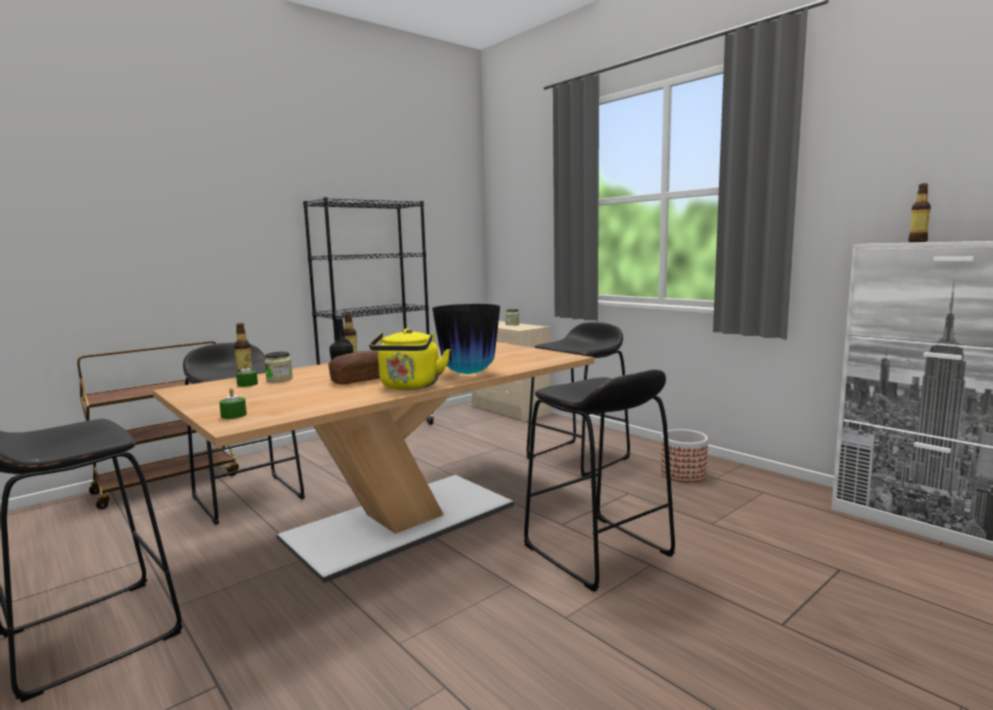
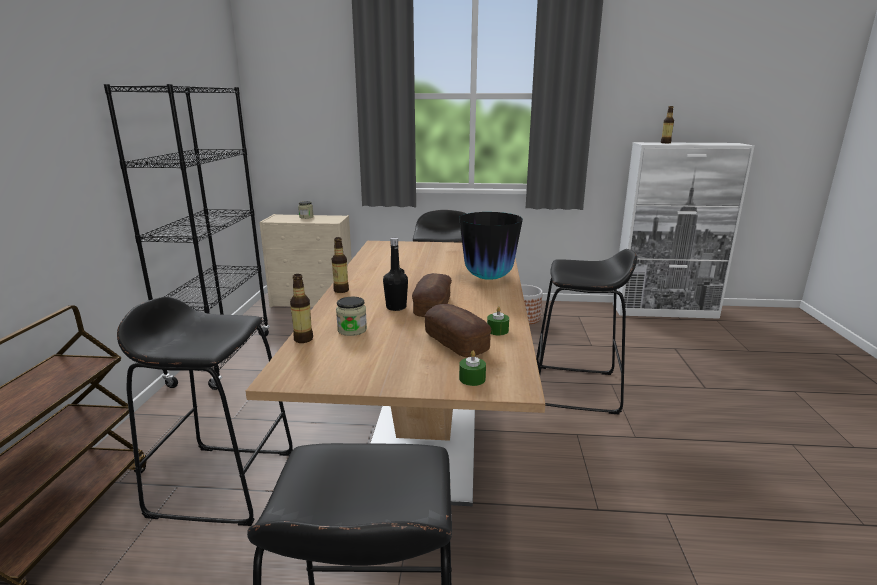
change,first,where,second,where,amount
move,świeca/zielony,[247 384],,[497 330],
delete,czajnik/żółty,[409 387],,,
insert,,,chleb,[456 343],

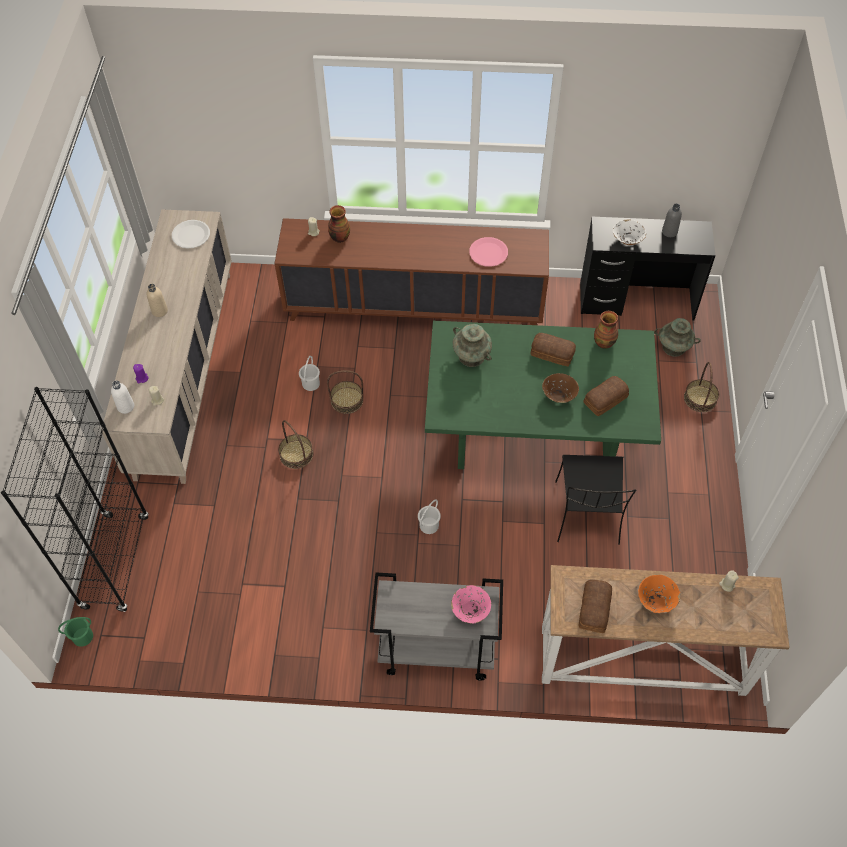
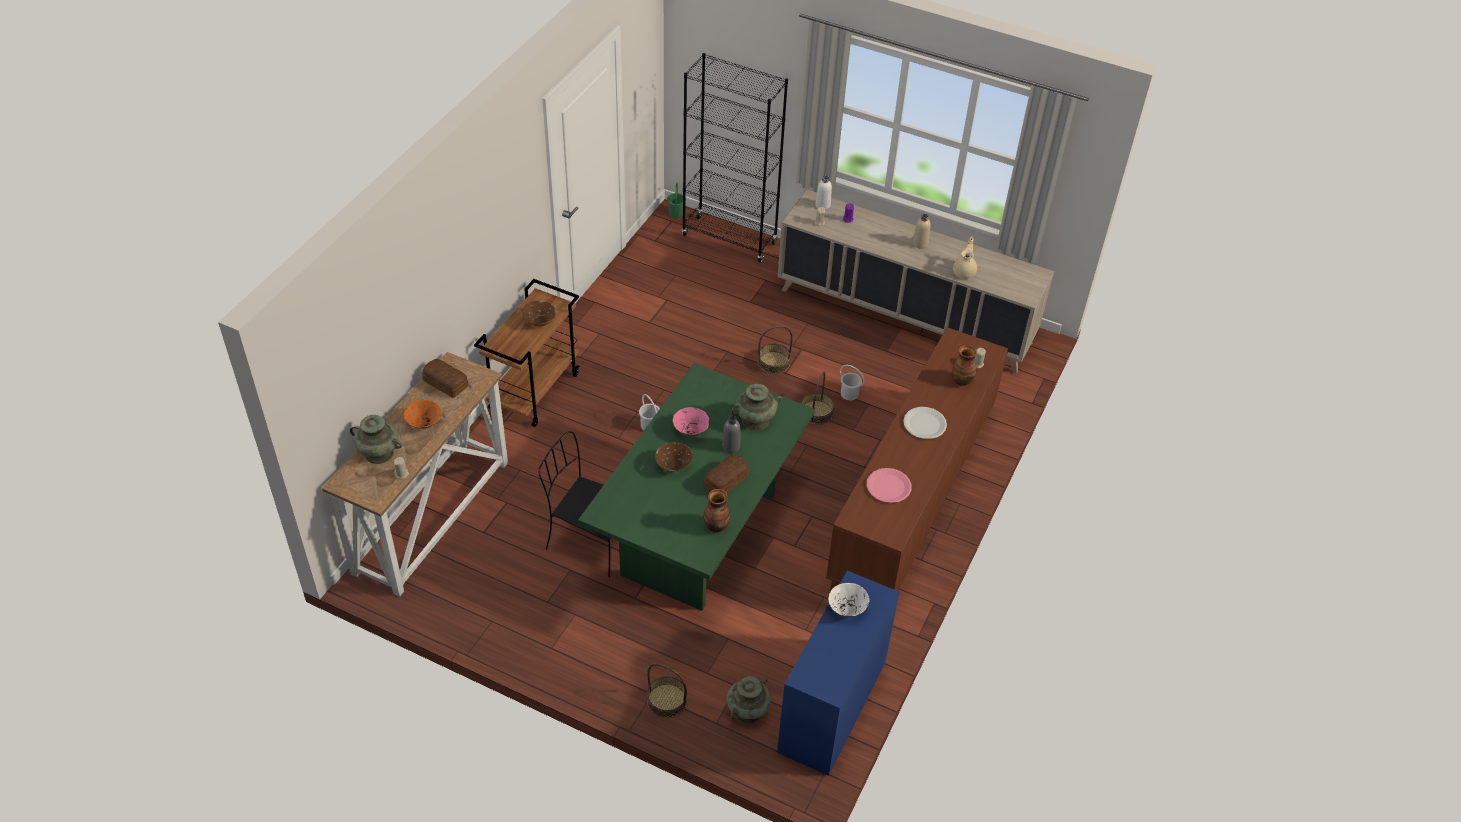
change,first,where,second,where,amount
move,talerz/biały,[191 235],,[924 424],
recolor,wózek/szary,[435 650],wózek/brązowy,[534 391],
move,miska/różowy,[470 610],,[691 430],
recolor,biurko/czarny,[636 300],biurko/niebieski,[833 706],
delete,chleb,[604 399],,,
move,butelka/szary,[669 232],,[731 446],
insert,,,wazon/turkusowy,[379 453],
insert,,,miska/brązowy,[539 321],
insert,,,imbryk/beżowy,[964 271],

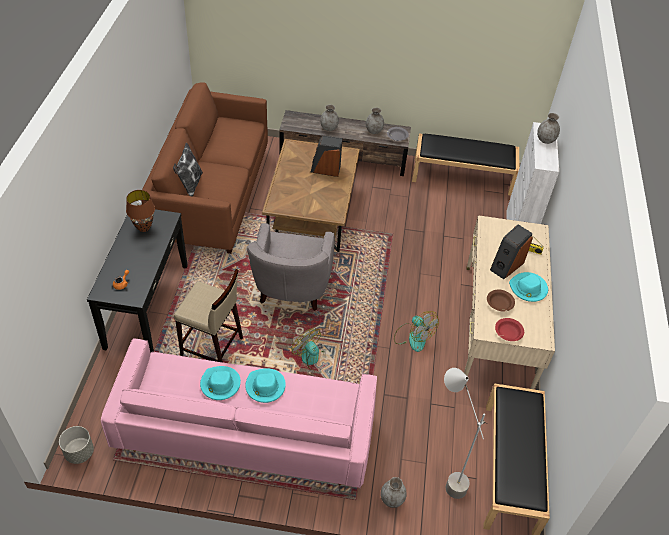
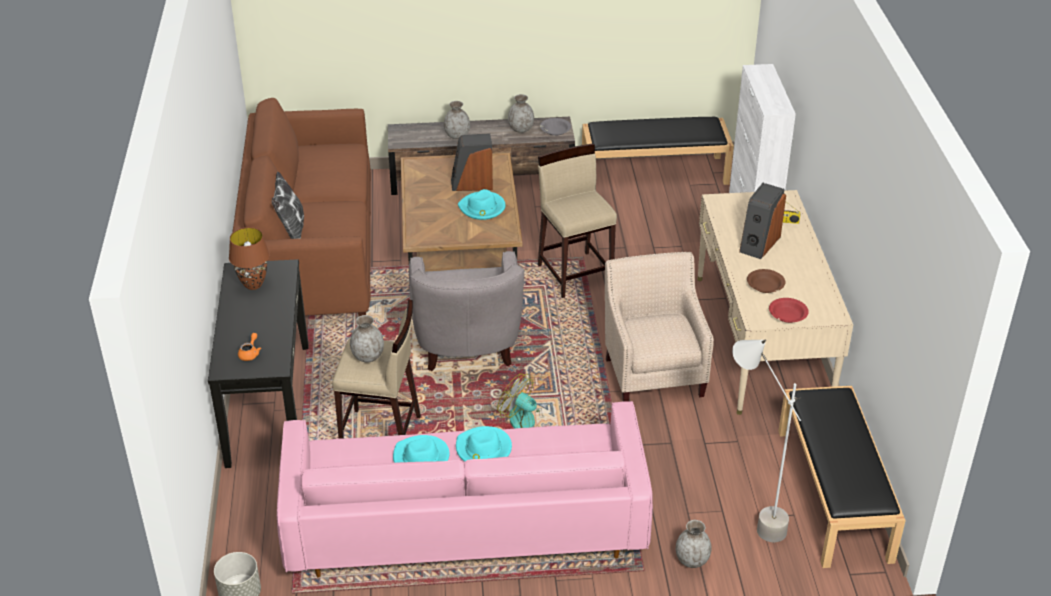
change,first,where,second,where,amount
replace,wentylator,[413 337],fotel/beżowy,[654 372],
move,kapelusz/turkusowy,[528 288],,[482 208],
move,wazon/szary,[545 140],,[368 357],
insert,,,stołek/beżowy,[575 274],

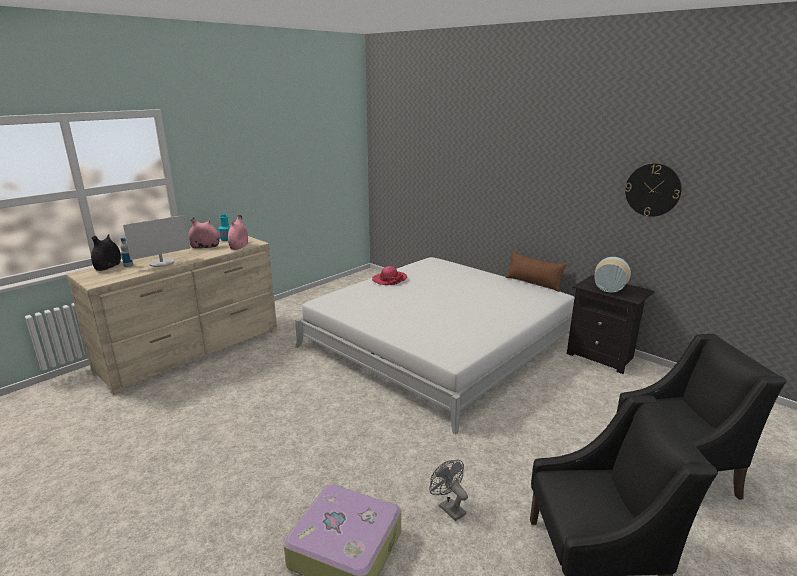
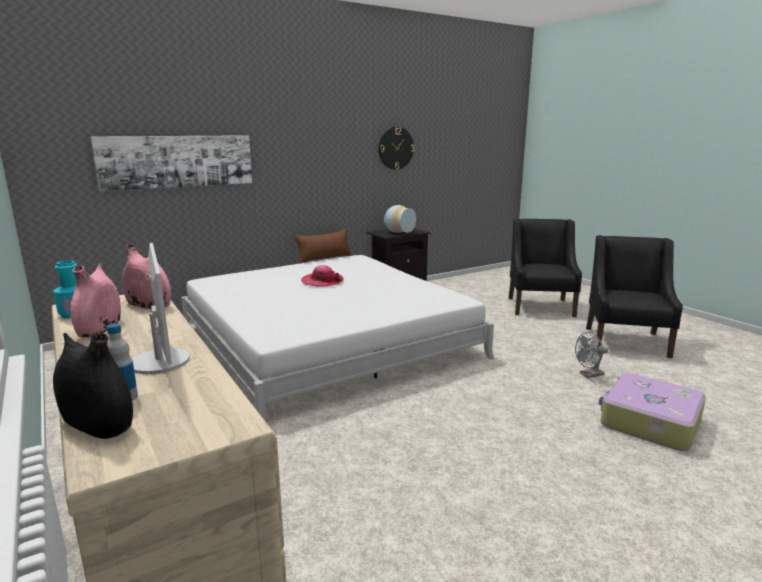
change,first,where,second,where,amount
move,kapelusz,[389 279],,[322 281],
insert,,,obraz,[177 161],

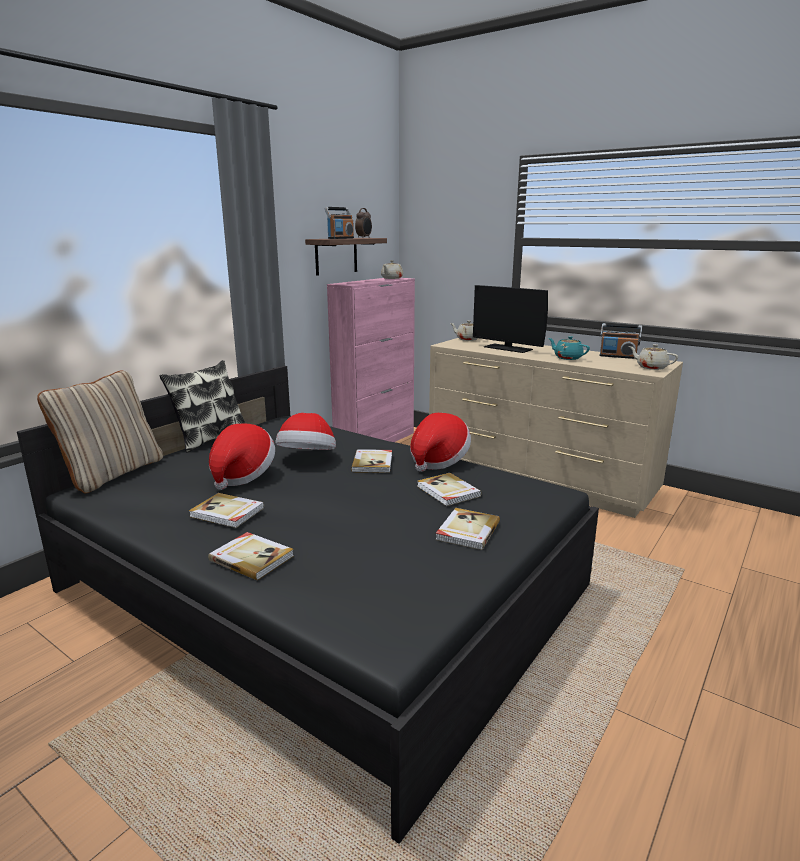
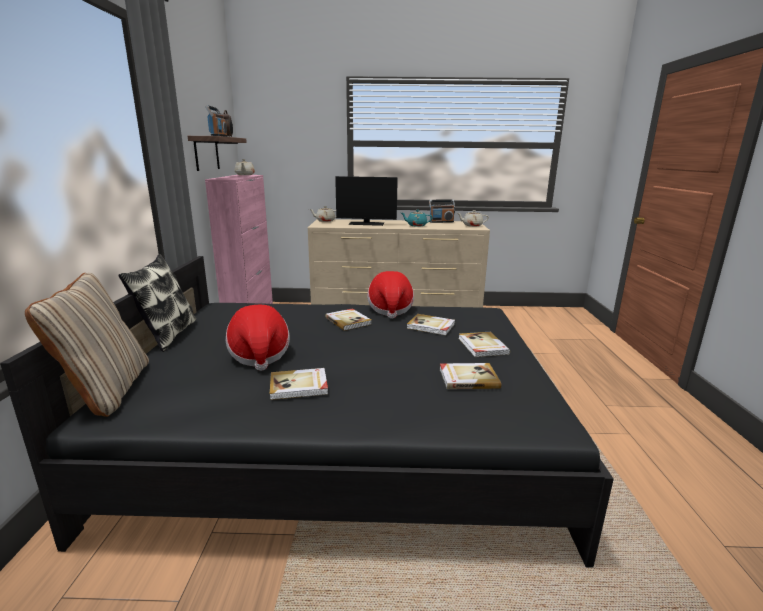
change,first,where,second,where,amount
move,książka,[252 557],,[468 378],
delete,kapelusz,[308 458],,,

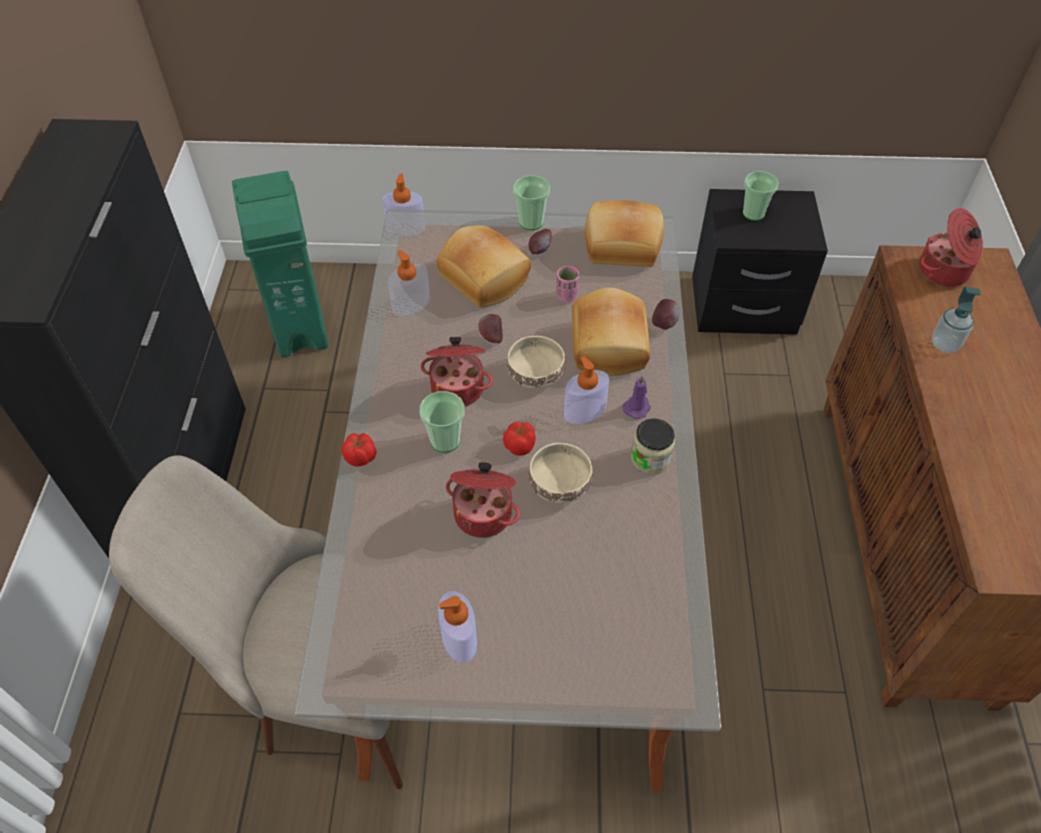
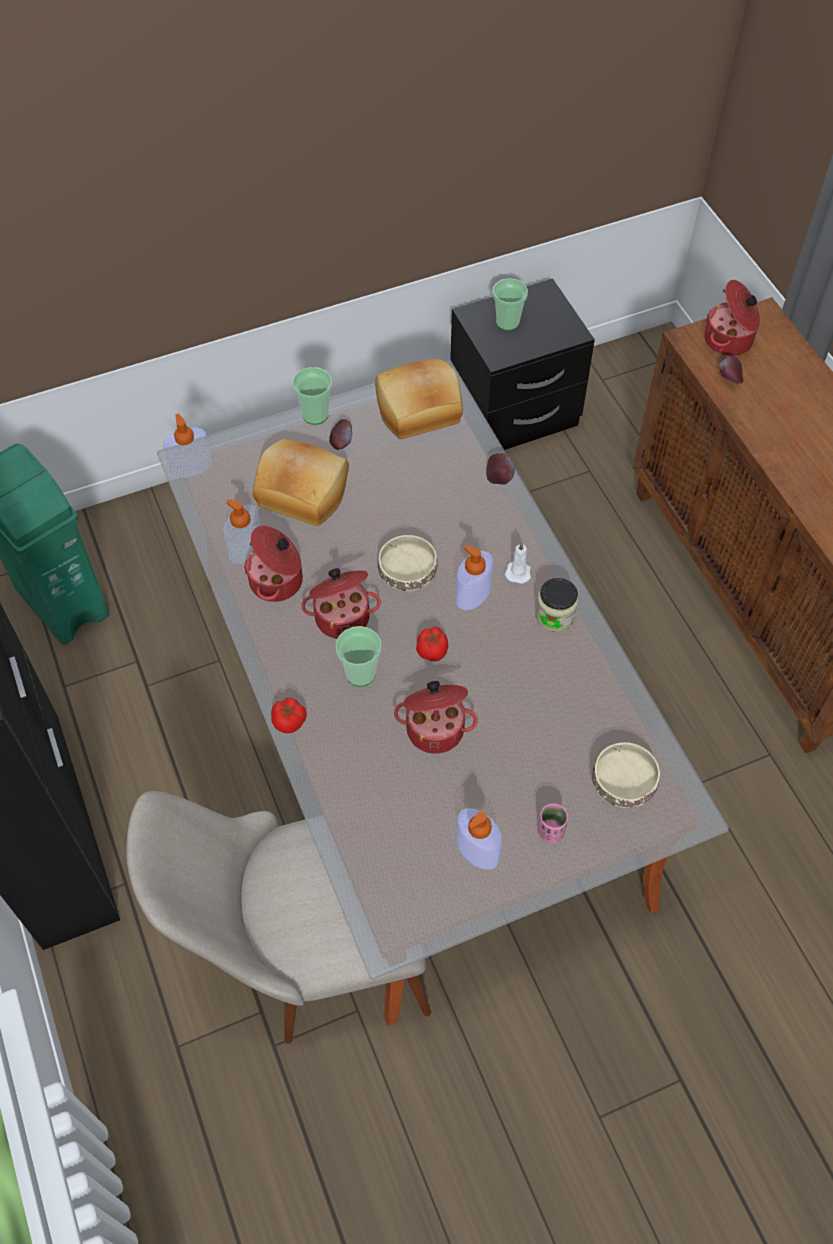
change,first,where,second,where,amount
move,jabłko,[491 337],,[729 380],
move,miska/beżowy,[560 482],,[622 782],
move,filiżanka/różowy,[566 296],,[550 831],
delete,chleb,[611 345],,,
recolor,świeca/fioletowy,[637 407],świeca/biały,[518 571],
delete,dozownik mydła,[944 344],,,
insert,,,garnek,[278 581],

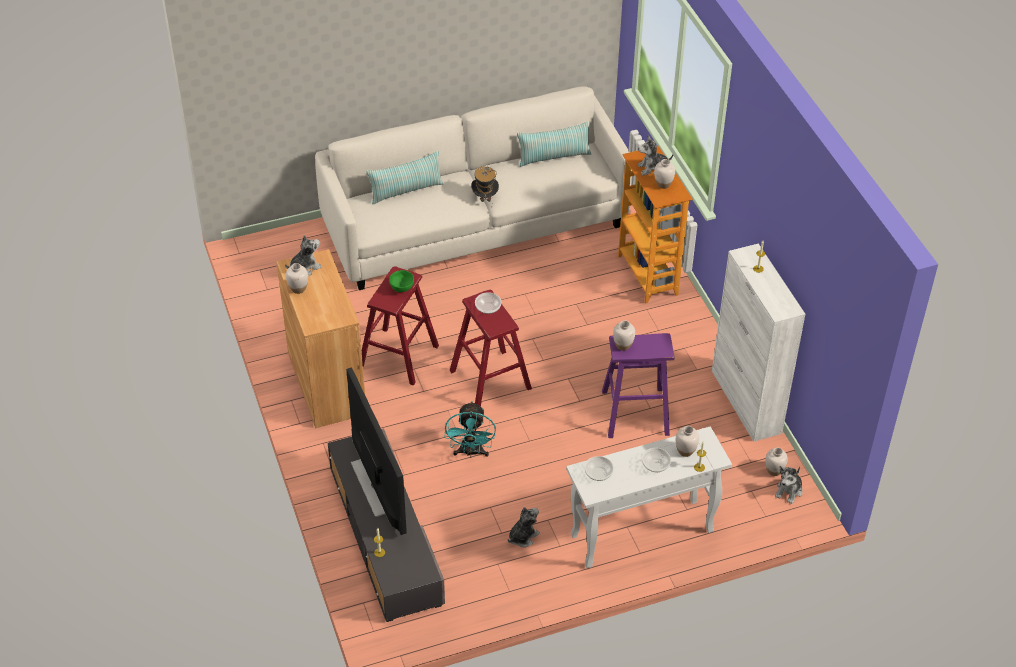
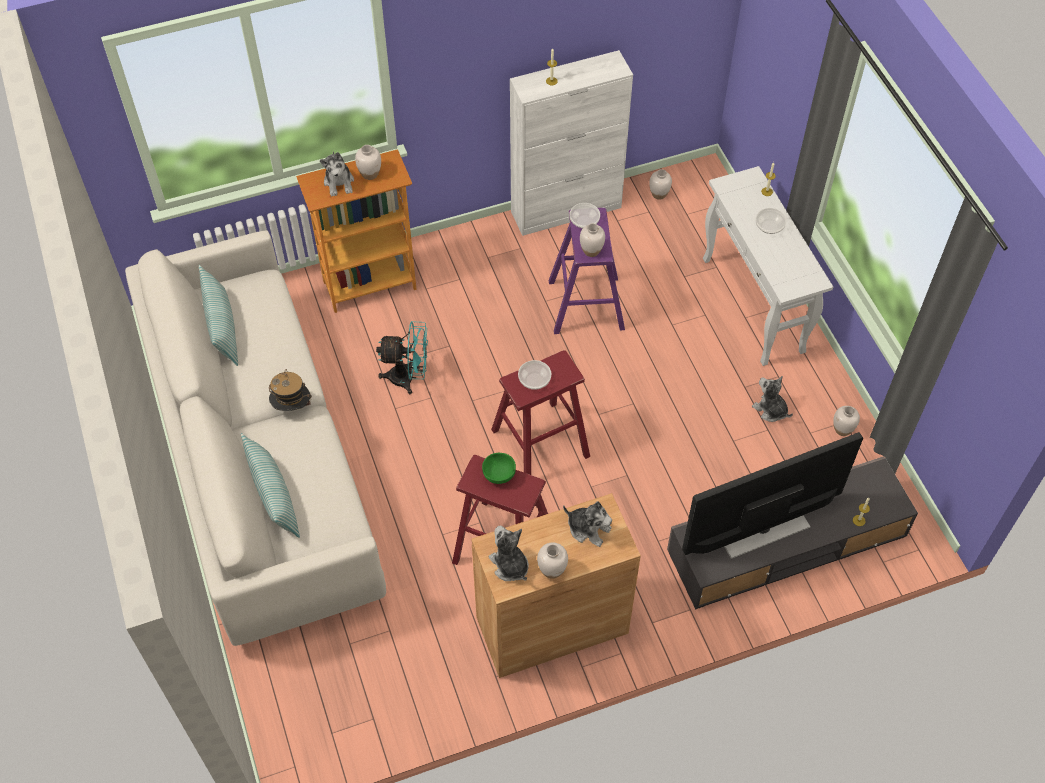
change,first,where,second,where,amount
move,wentylator/turkusowy,[471 452],,[408 377],
move,miska,[598 473],,[584 221],
move,wazon/biały,[685 451],,[842 430],
move,pluszak,[789 491],,[588 528],

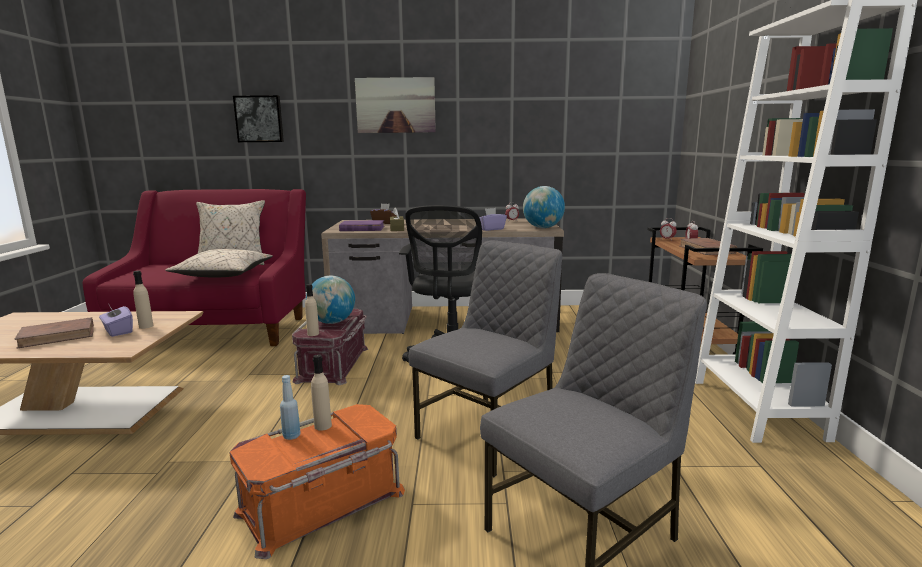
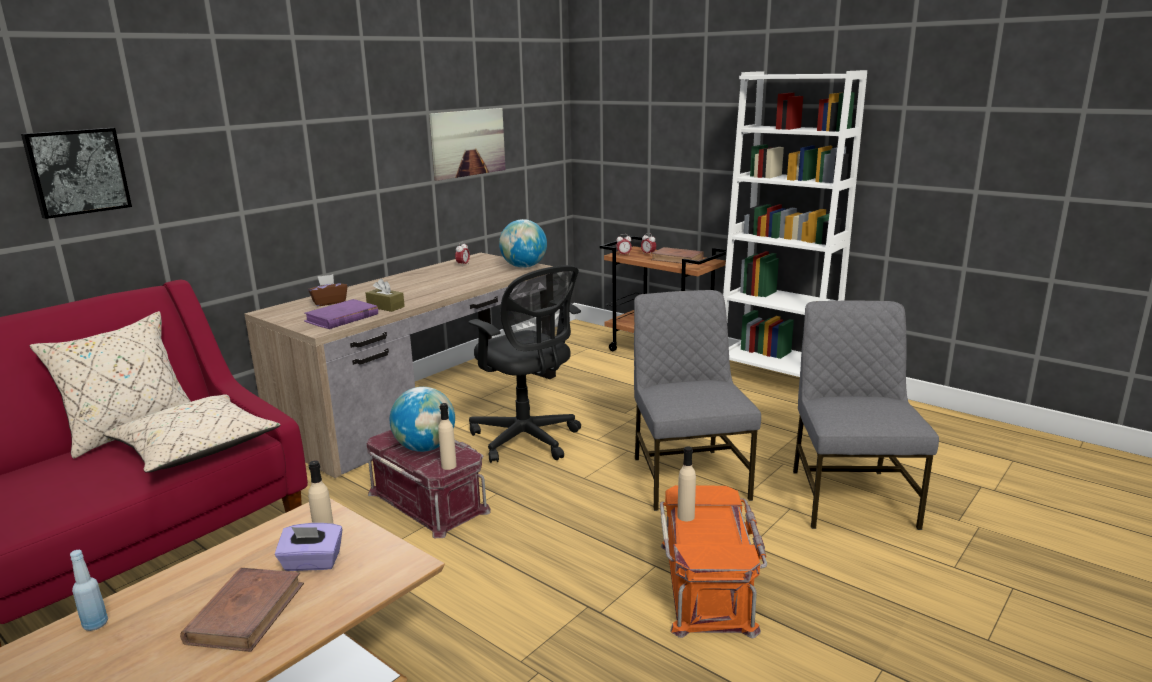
change,first,where,second,where,amount
move,butelka/niebieski,[291 436],,[95 624],
move,obraz,[395 105],,[468 143],
delete,pudełko chusteczek/fioletowy,[491 229],,,

